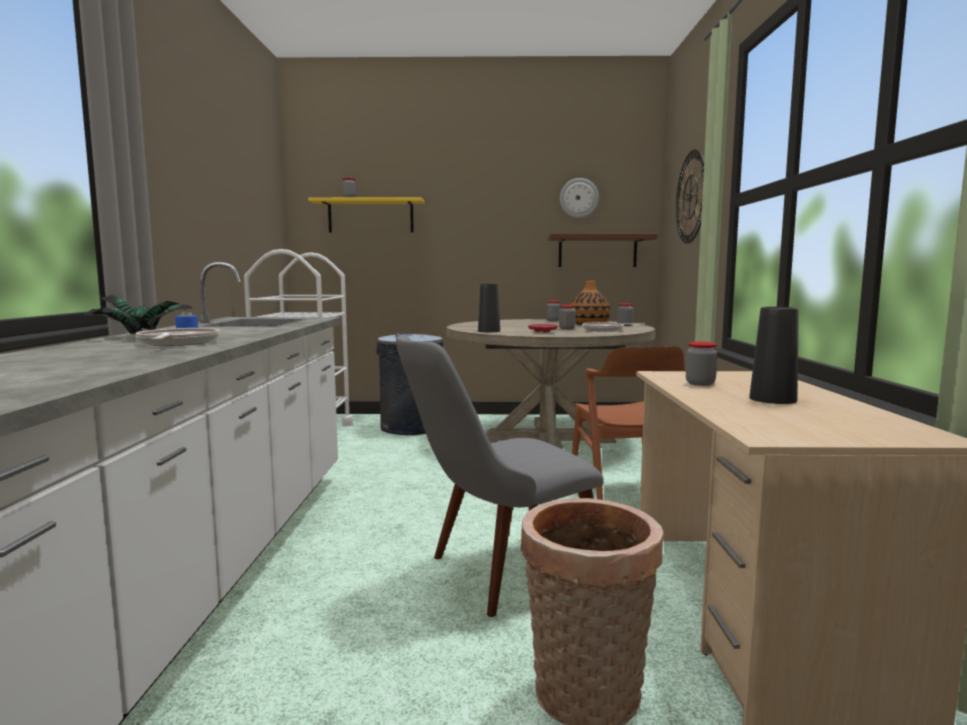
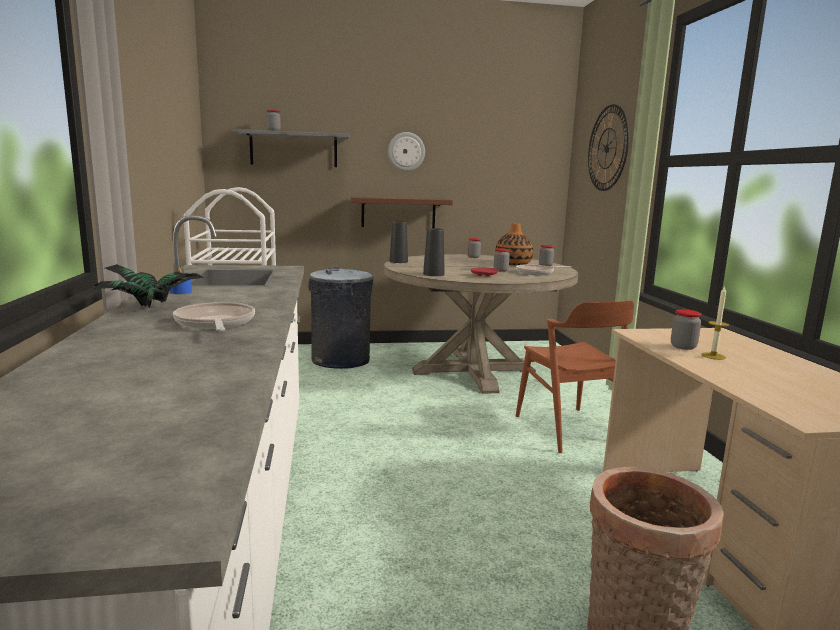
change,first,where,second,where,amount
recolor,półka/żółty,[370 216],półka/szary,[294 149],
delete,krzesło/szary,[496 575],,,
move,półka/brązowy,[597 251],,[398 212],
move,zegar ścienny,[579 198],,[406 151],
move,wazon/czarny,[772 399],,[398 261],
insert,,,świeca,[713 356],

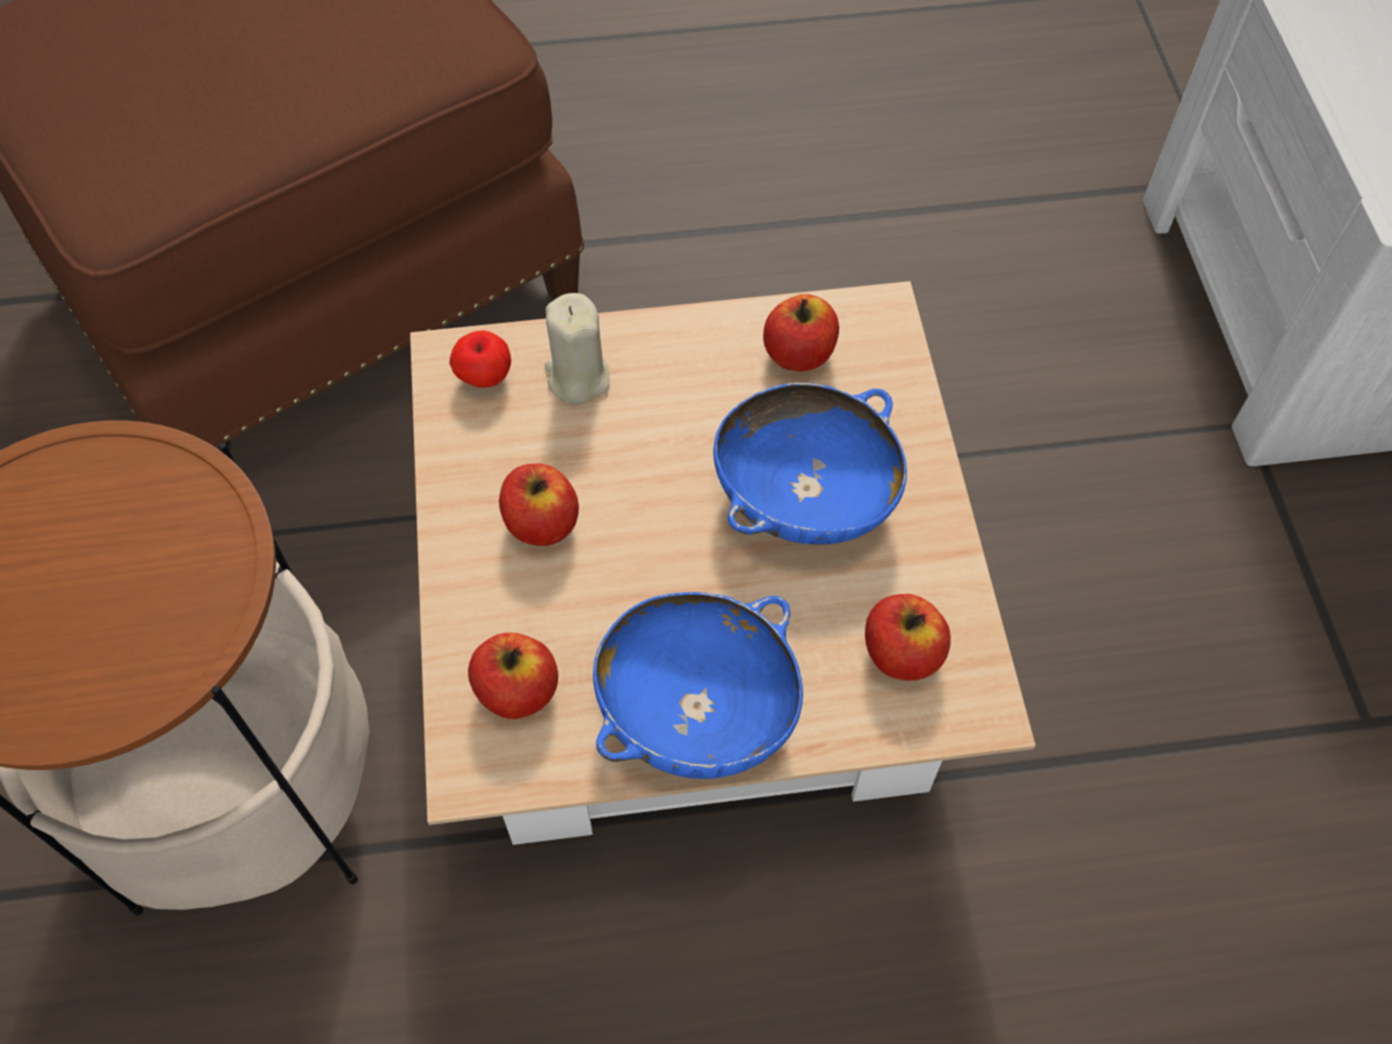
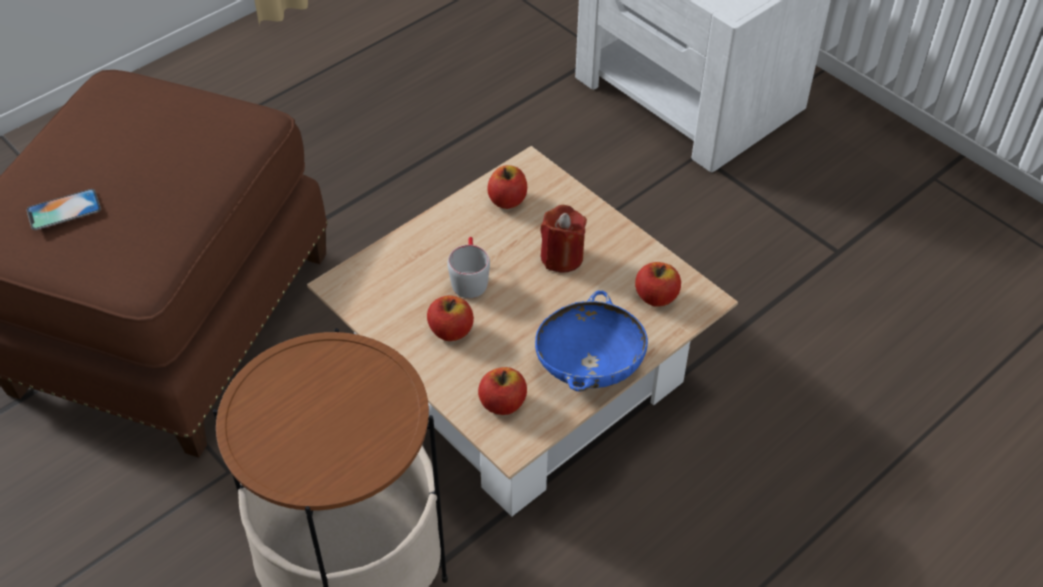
change,first,where,second,where,amount
delete,jabłko,[484 376],,,
delete,świeca/beżowy,[577 377],,,
replace,miska/niebieski,[805 496],świeca/czerwony,[562 257],
insert,,,telefon,[64 210],
insert,,,kubek/szary,[469 278],

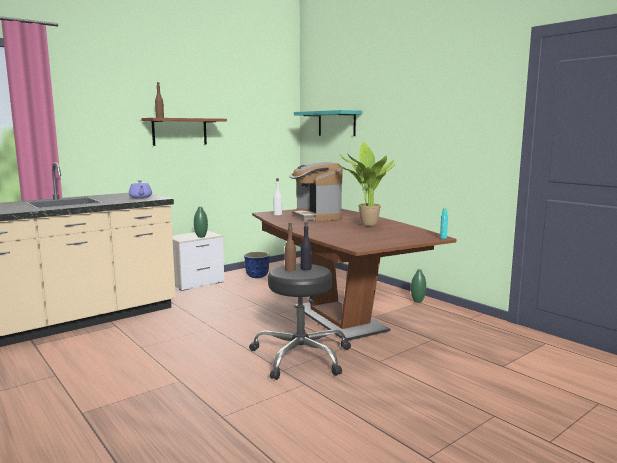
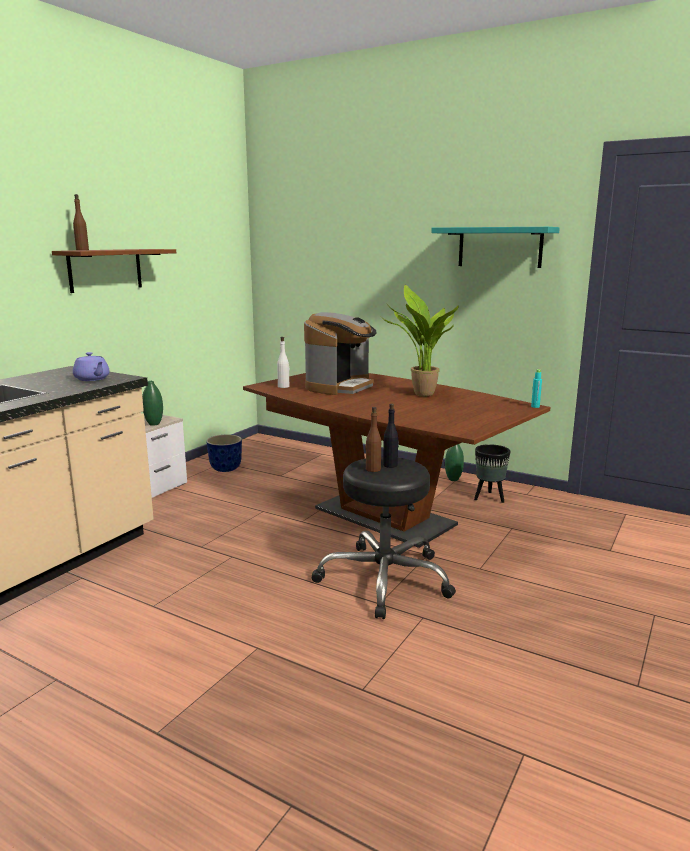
change,first,where,second,where,amount
rotate,ekspres do kawy,[316 217],,[340 387],105 degrees counterclockwise
move,półka/turkusowy,[336 123],,[500 247],
insert,,,donica/czarny,[489 498],

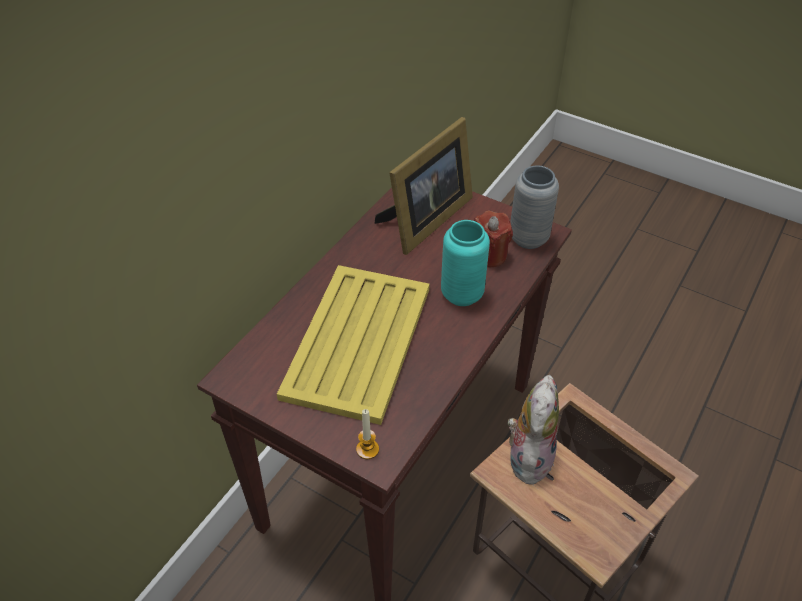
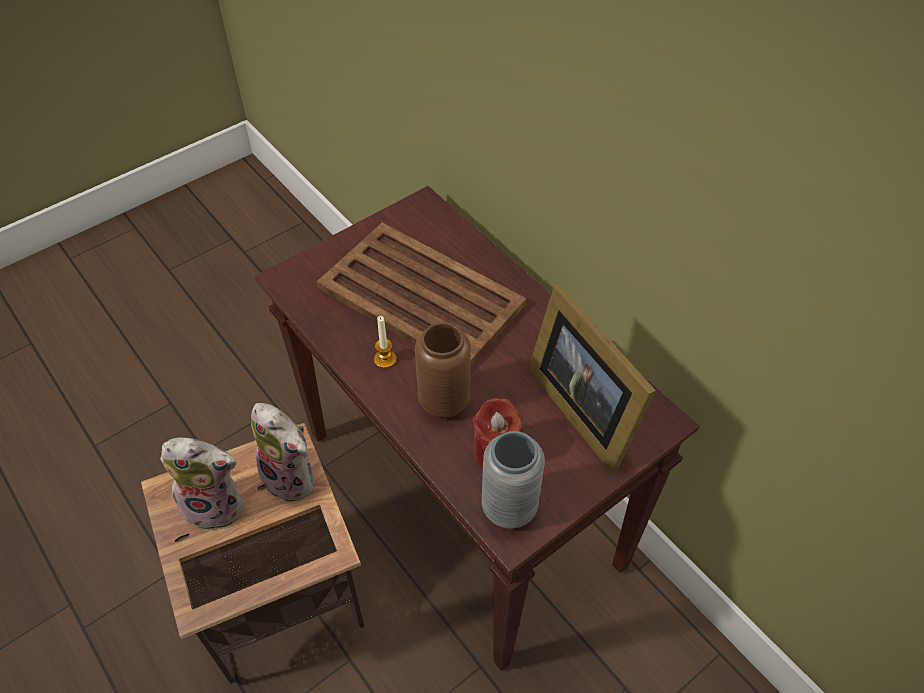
change,first,where,second,where,amount
recolor,taca/żółty,[356 343],taca/brązowy,[419 295],
move,świeca,[367 449],,[385 359],
recolor,wazon/turkusowy,[462 294],wazon/brązowy,[444 401],
insert,,,pluszak,[216 504],

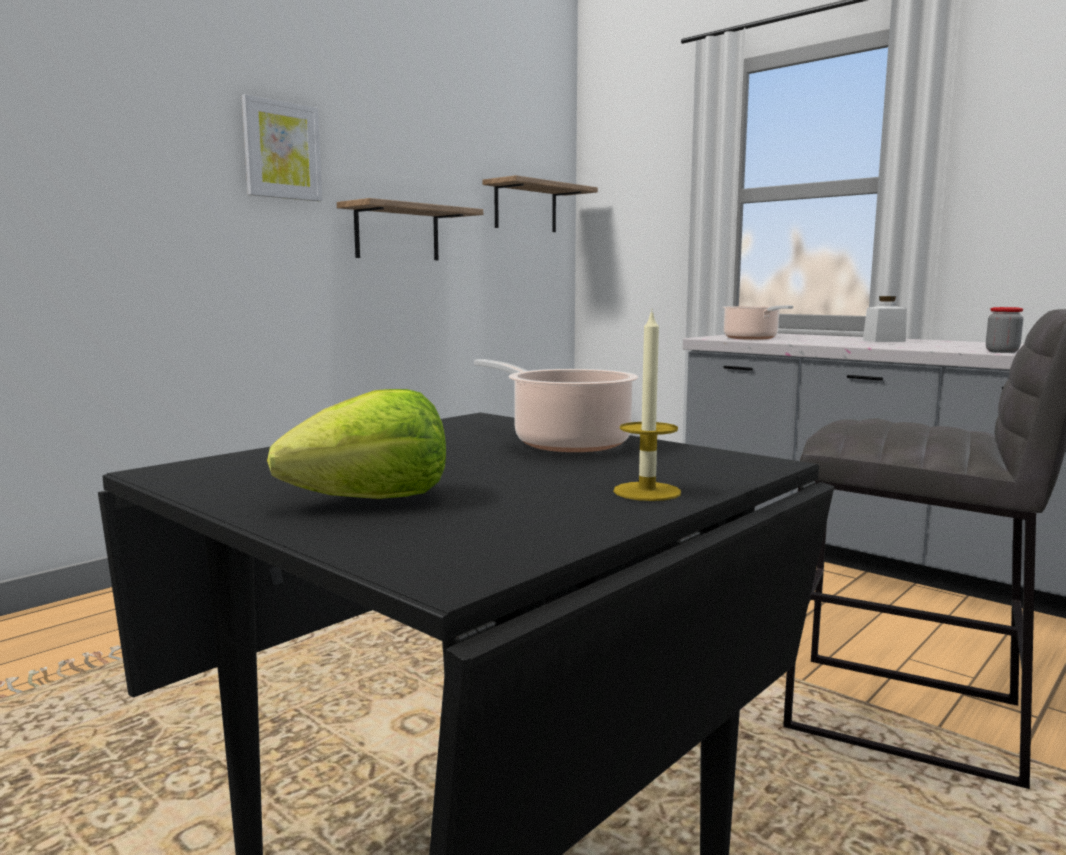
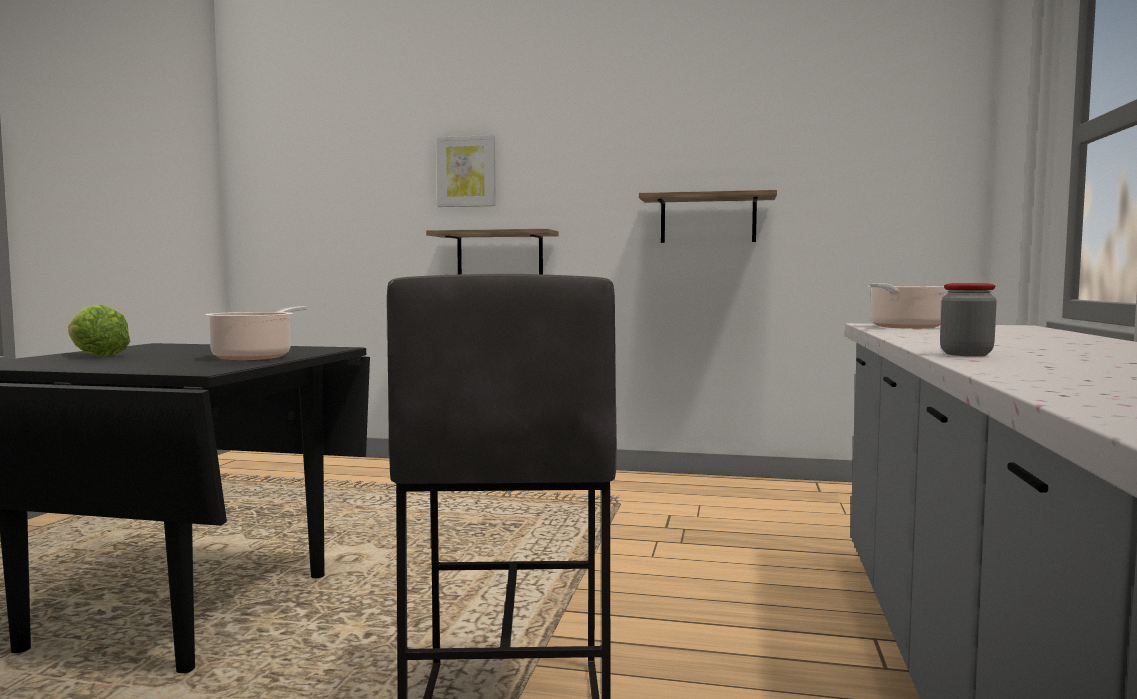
change,first,where,second,where,amount
move,obraz,[282 150],,[466 171],
move,półka,[525 207],,[499 253],
delete,świeca,[647 491],,,
delete,słoik/biały,[883 341],,,

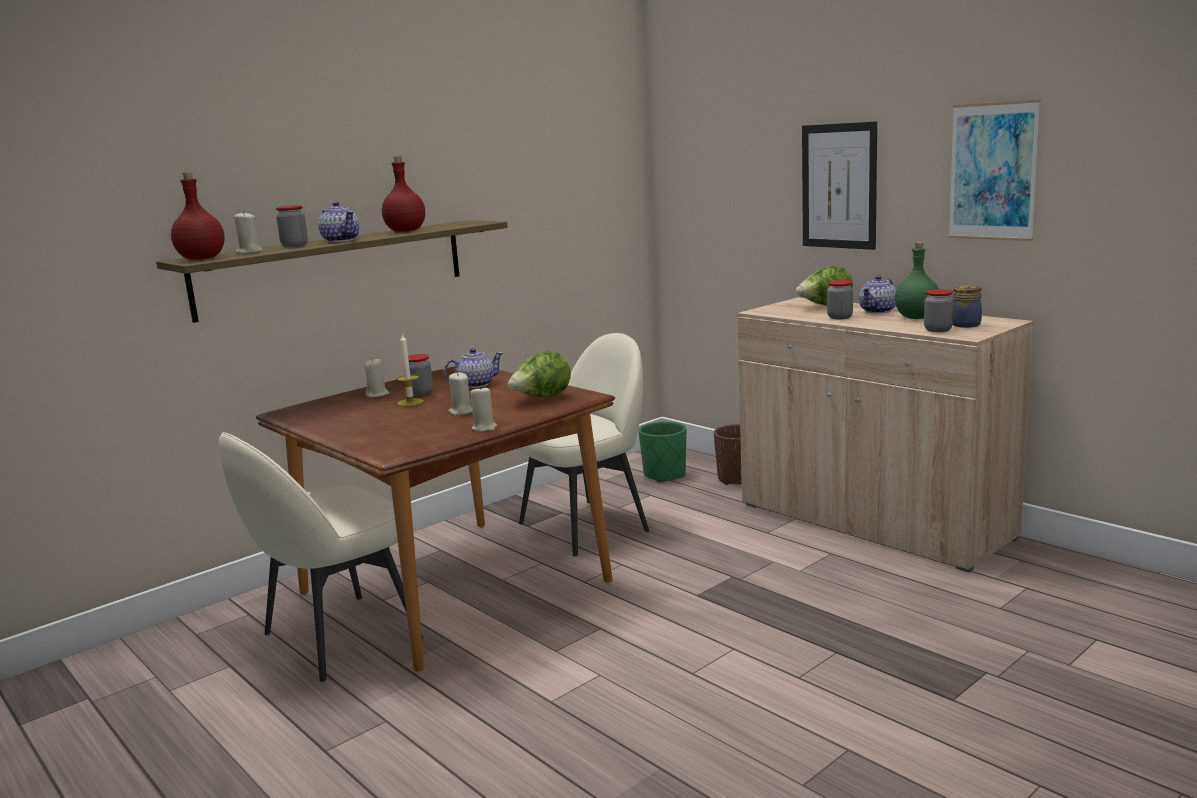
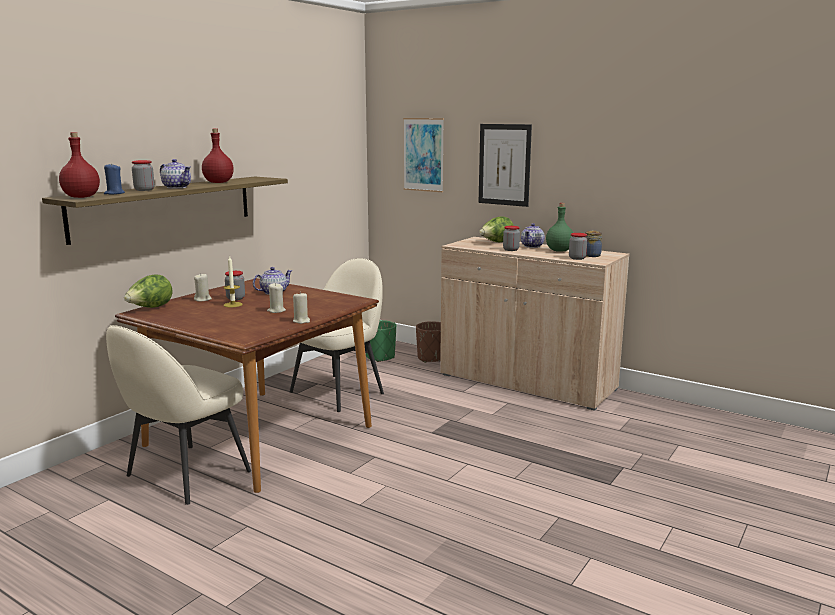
change,first,where,second,where,amount
recolor,świeca/beżowy,[249 252],świeca/niebieski,[114 193],
move,sałata,[541 398],,[150 308],
move,obraz,[993 172],,[423 154],

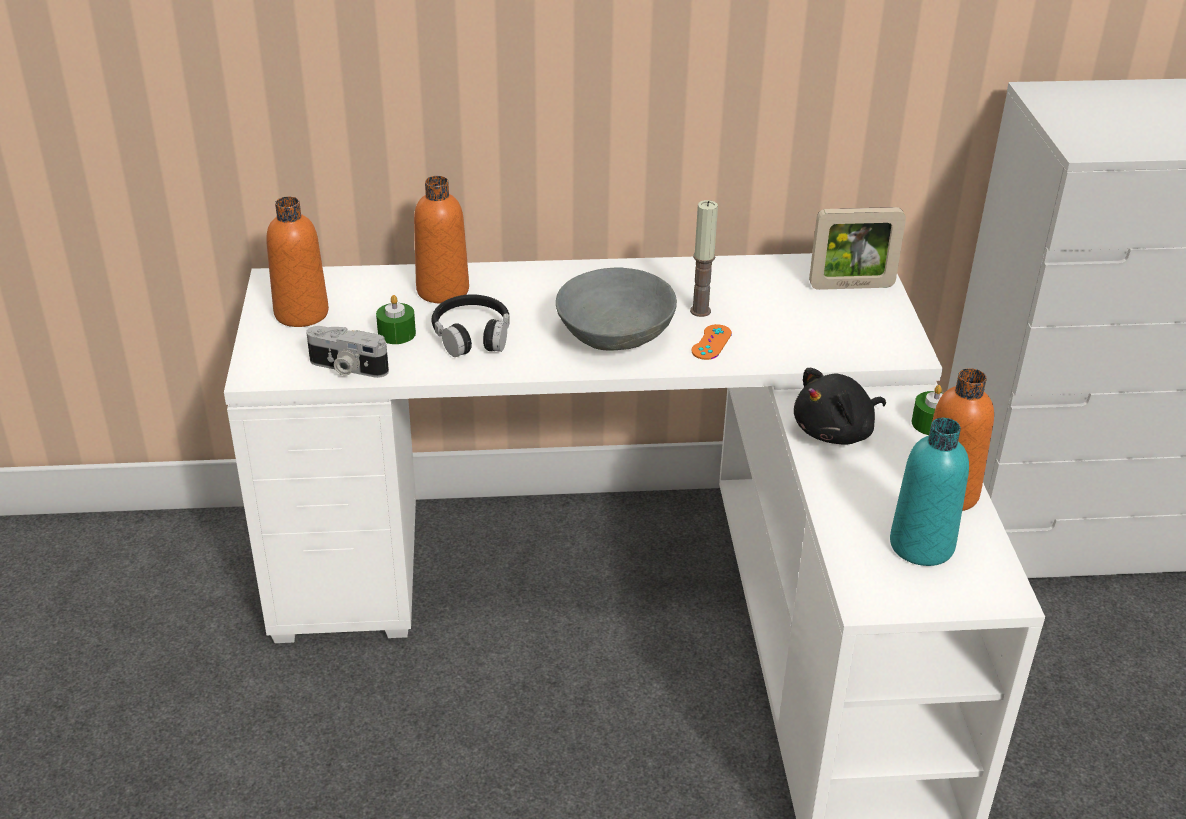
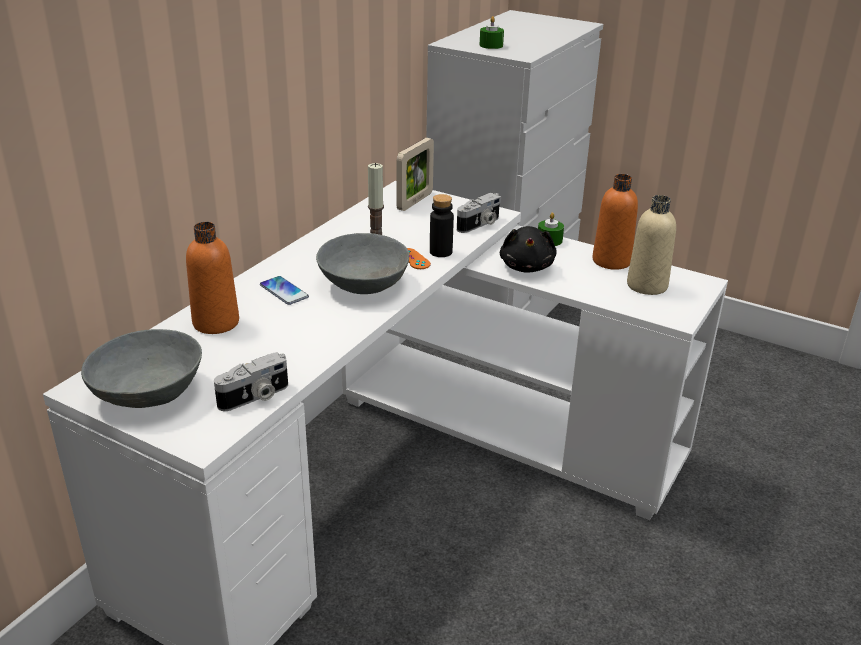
change,first,where,second,where,amount
replace,butelka/pomarańczowy,[301 313],miska/szary,[149 392],
move,świeca/zielony,[396 333],,[491 45],
delete,słuchawki/czarny,[472 335],,,
recolor,butelka/turkusowy,[921 545],butelka/beżowy,[647 285],
insert,,,telefon,[284 291],
insert,,,butelka/czarny,[441 252],
insert,,,aparat fotograficzny,[480 224],

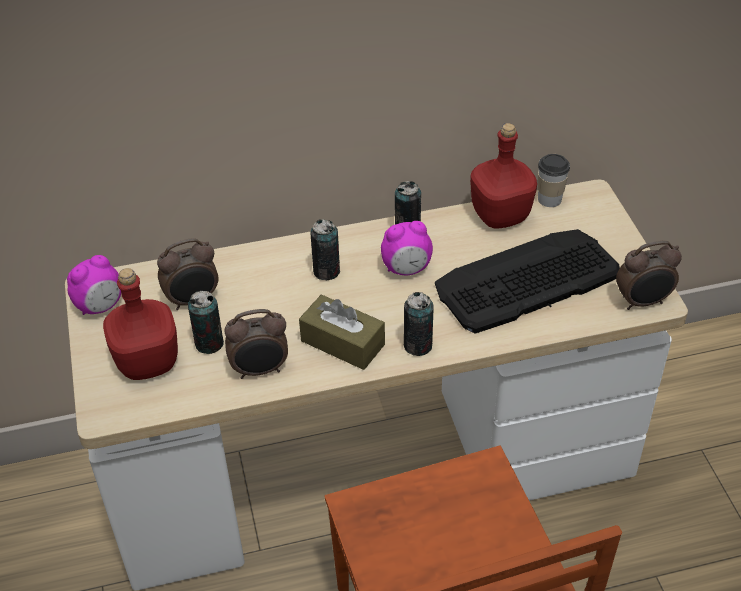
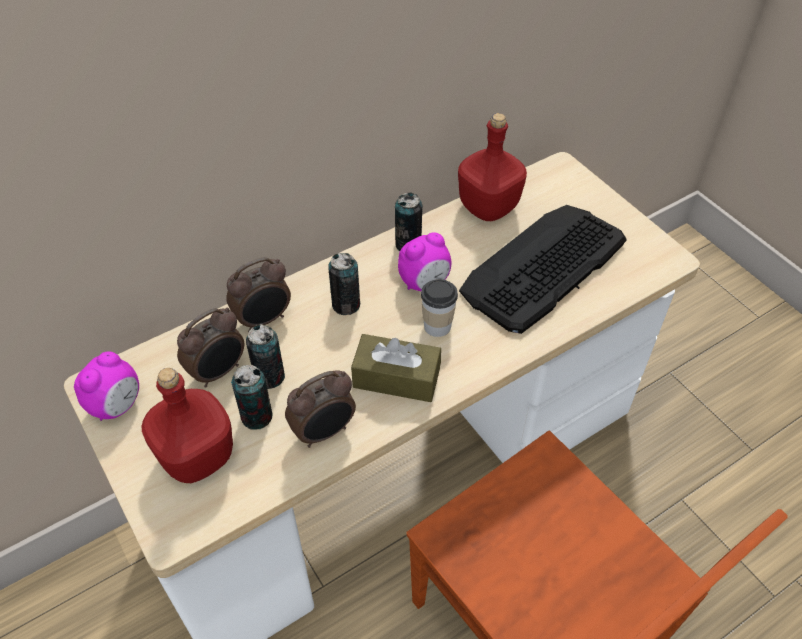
change,first,where,second,where,amount
move,puszka,[418 346],,[269 377],
move,filiżanka,[549 199],,[437 326],
move,budzik,[643 302],,[264 320],

